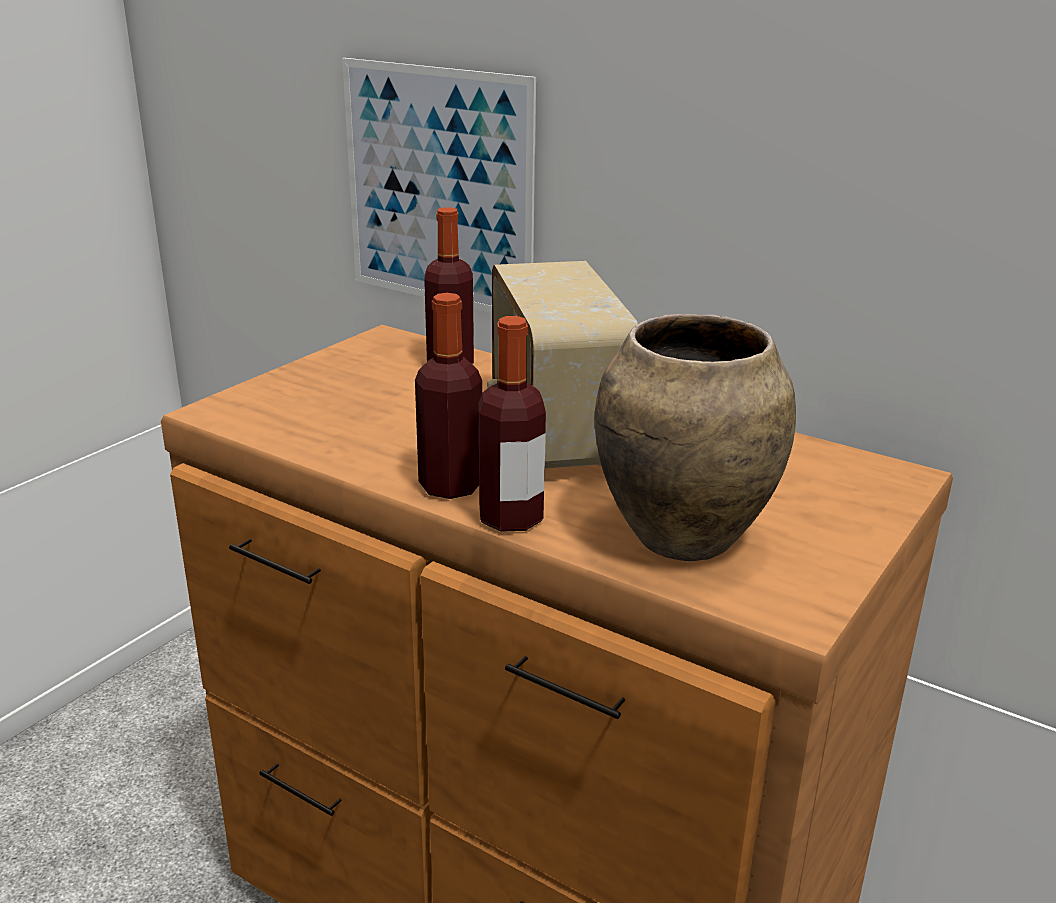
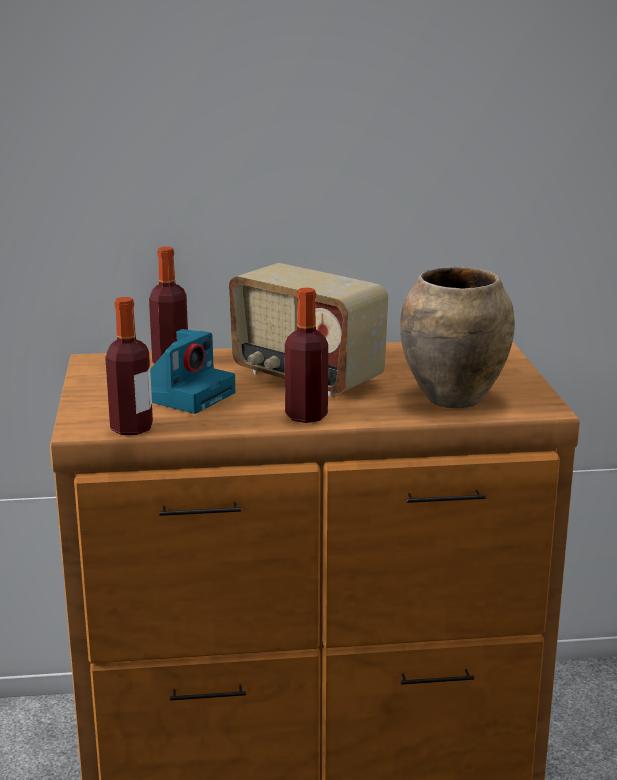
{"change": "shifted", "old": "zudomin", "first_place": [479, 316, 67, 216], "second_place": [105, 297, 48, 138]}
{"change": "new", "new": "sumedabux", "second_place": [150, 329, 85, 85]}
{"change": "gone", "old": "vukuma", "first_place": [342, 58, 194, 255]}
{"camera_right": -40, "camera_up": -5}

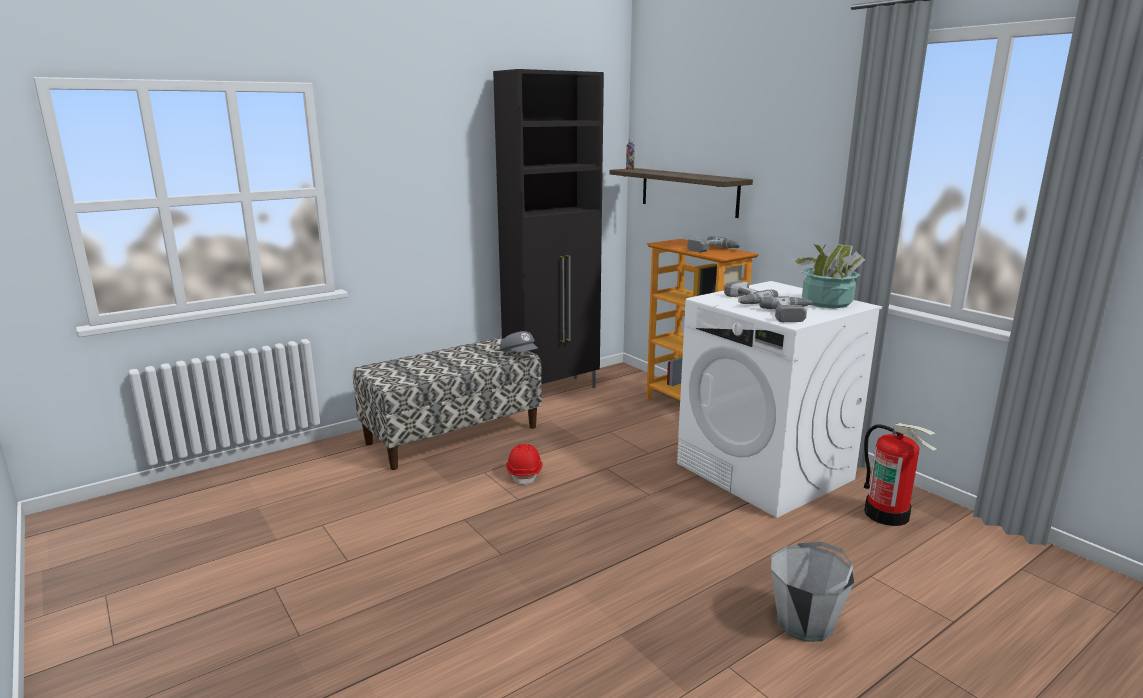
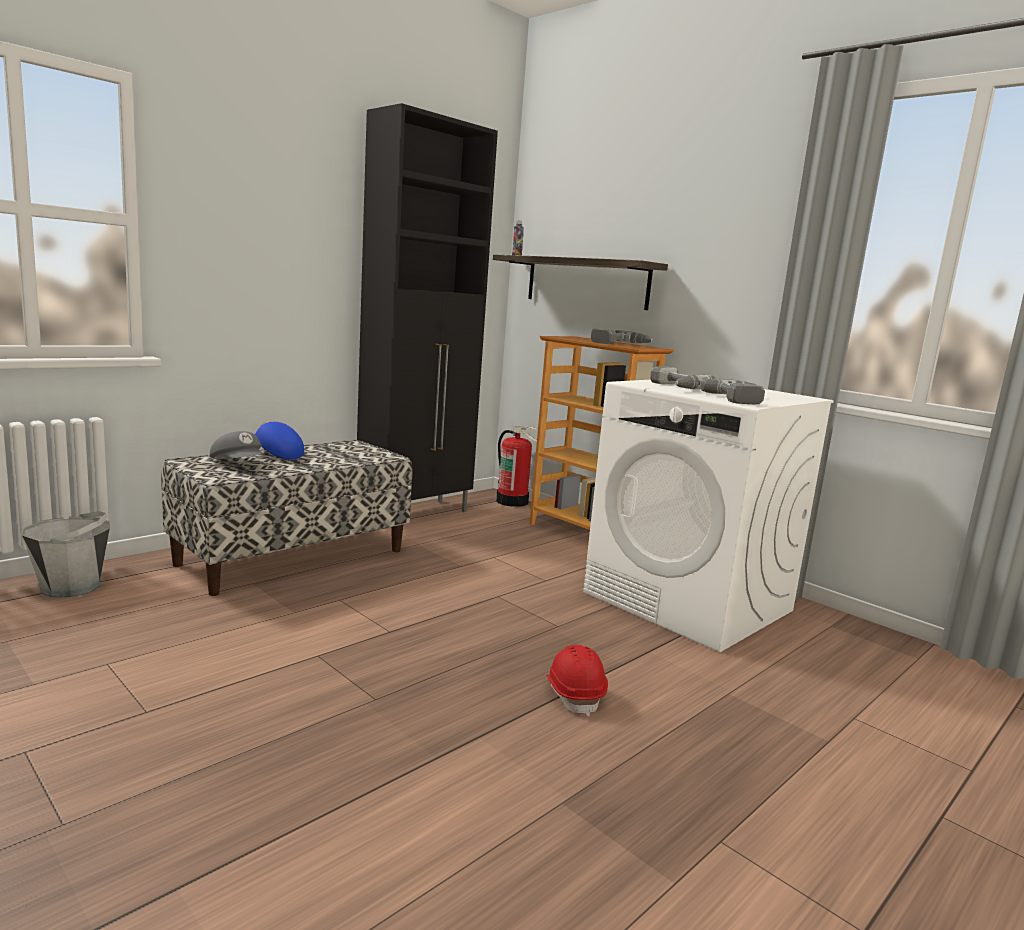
{"change": "shifted", "old": "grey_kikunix", "first_place": [771, 542, 83, 100], "second_place": [22, 511, 88, 86]}
{"change": "shifted", "old": "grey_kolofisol", "first_place": [500, 331, 38, 21], "second_place": [210, 431, 55, 28]}
{"change": "new", "new": "blue_kolofisol", "second_place": [255, 421, 49, 39]}
{"change": "shifted", "old": "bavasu", "first_place": [864, 423, 73, 103], "second_place": [496, 426, 41, 81]}
{"change": "shifted", "old": "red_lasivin", "first_place": [506, 444, 37, 42], "second_place": [546, 645, 62, 71]}
{"change": "gone", "old": "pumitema", "first_place": [791, 243, 74, 65]}
{"camera_right": -10, "camera_up": -5}

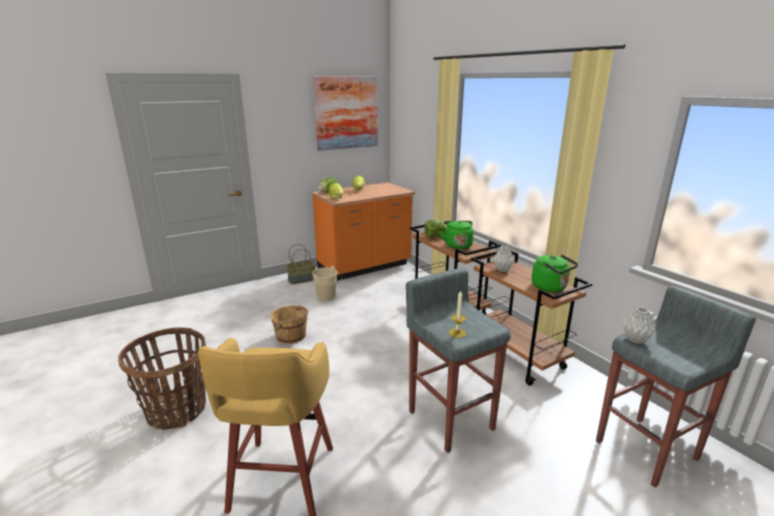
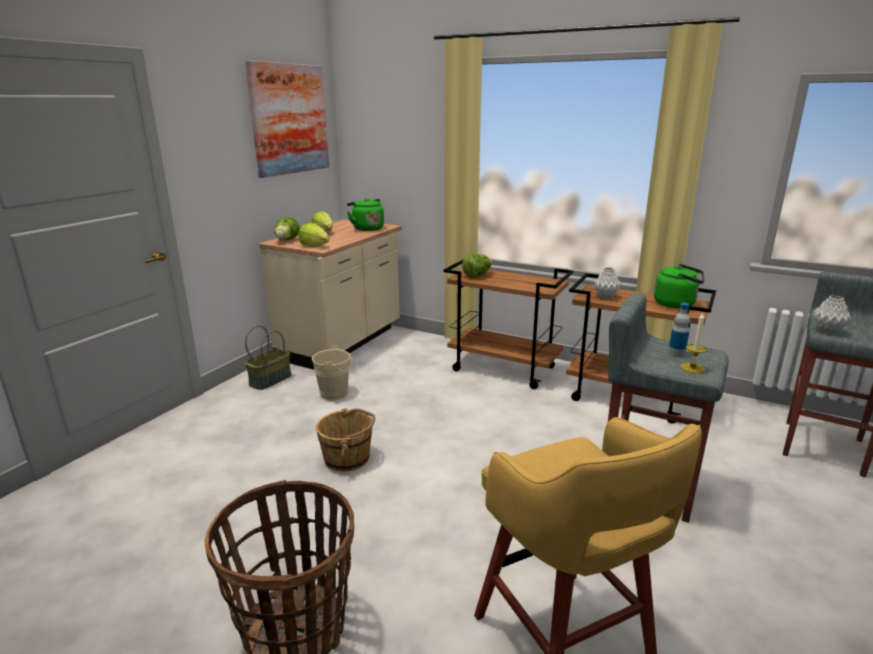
{"change": "repainted", "old": "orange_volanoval", "new": "beige_volanoval", "first_place": [312, 182, 103, 99], "second_place": [259, 219, 143, 151]}
{"change": "shifted", "old": "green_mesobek", "first_place": [440, 220, 34, 29], "second_place": [347, 198, 37, 33]}
{"change": "new", "new": "zudomin", "second_place": [668, 303, 22, 54]}
{"camera_right": -30, "camera_up": 0}

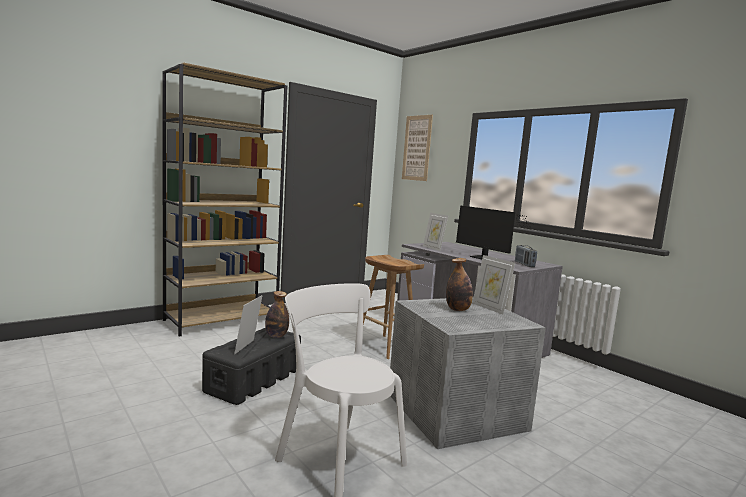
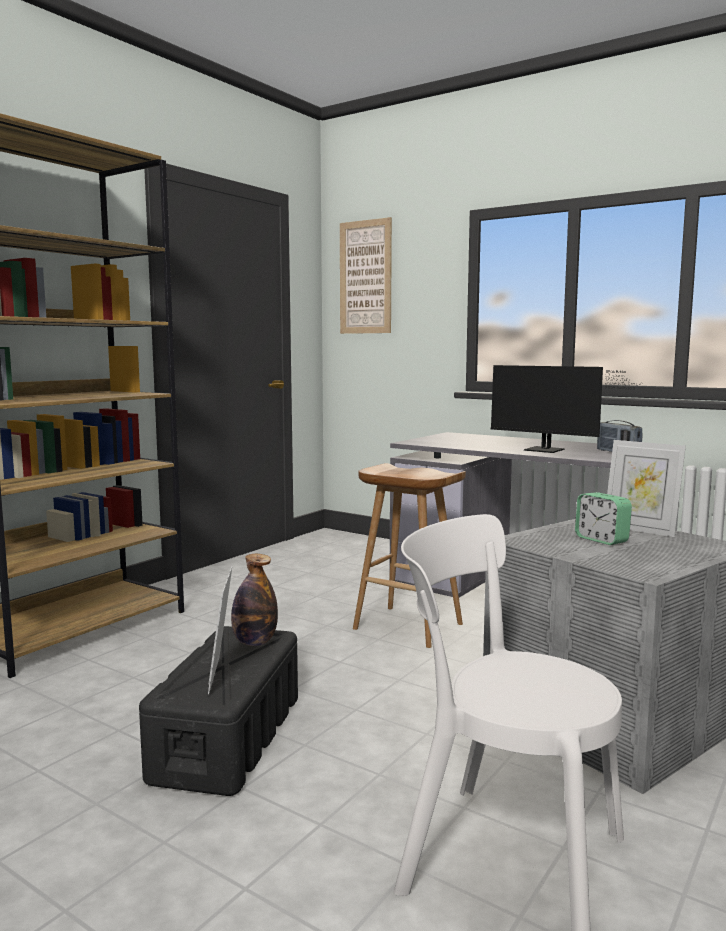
{"change": "swapped", "old": "zudomin", "new": "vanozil", "first_place": [446, 258, 27, 53], "second_place": [575, 492, 57, 53]}
{"change": "gone", "old": "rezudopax", "first_place": [423, 213, 25, 38]}
{"camera_right": -15, "camera_up": 0}

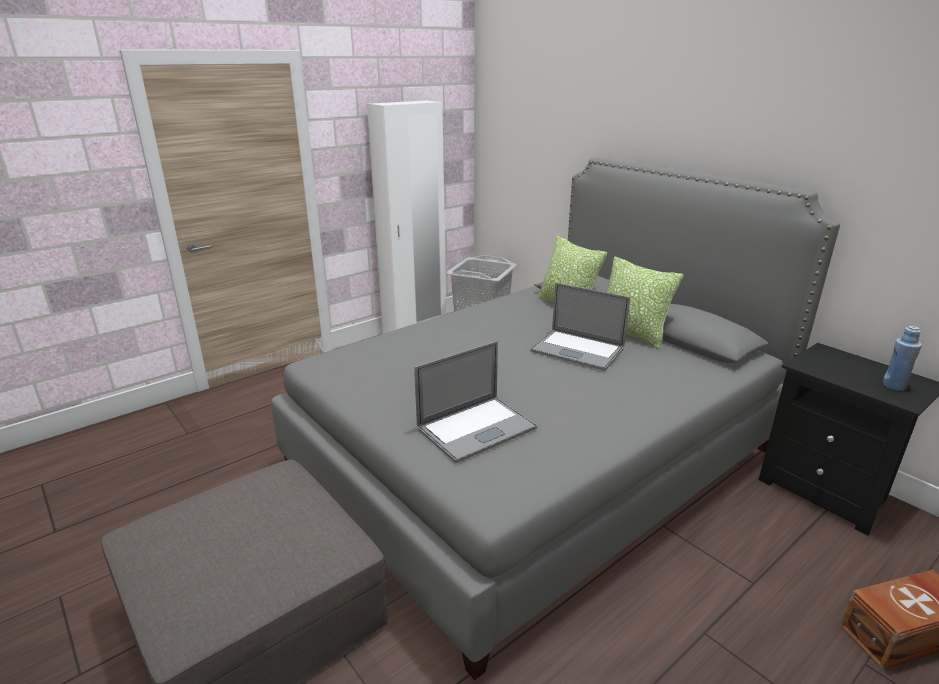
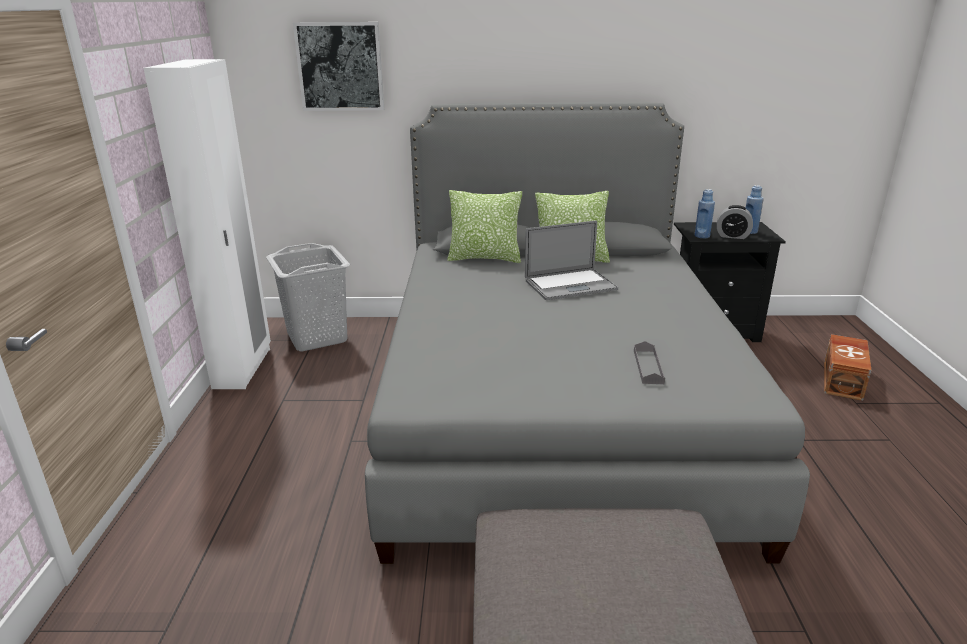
{"change": "new", "new": "vukuma", "second_place": [293, 22, 91, 89]}
{"change": "swapped", "old": "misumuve", "new": "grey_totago", "first_place": [414, 341, 123, 122], "second_place": [634, 341, 31, 43]}
{"change": "new", "new": "blue_zudomin", "second_place": [695, 189, 20, 49]}
{"change": "new", "new": "vanozil", "second_place": [717, 205, 36, 34]}
{"camera_right": -50, "camera_up": 0}

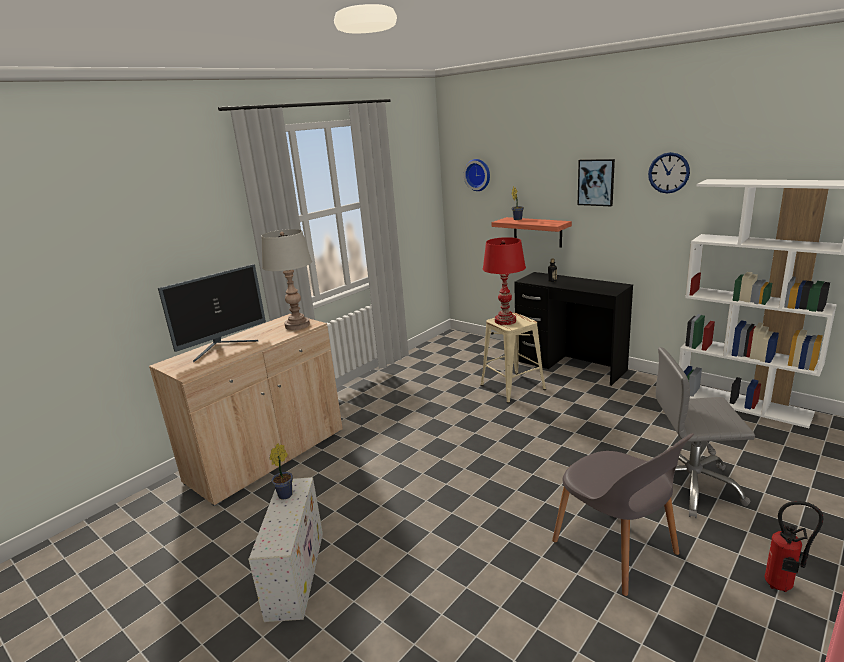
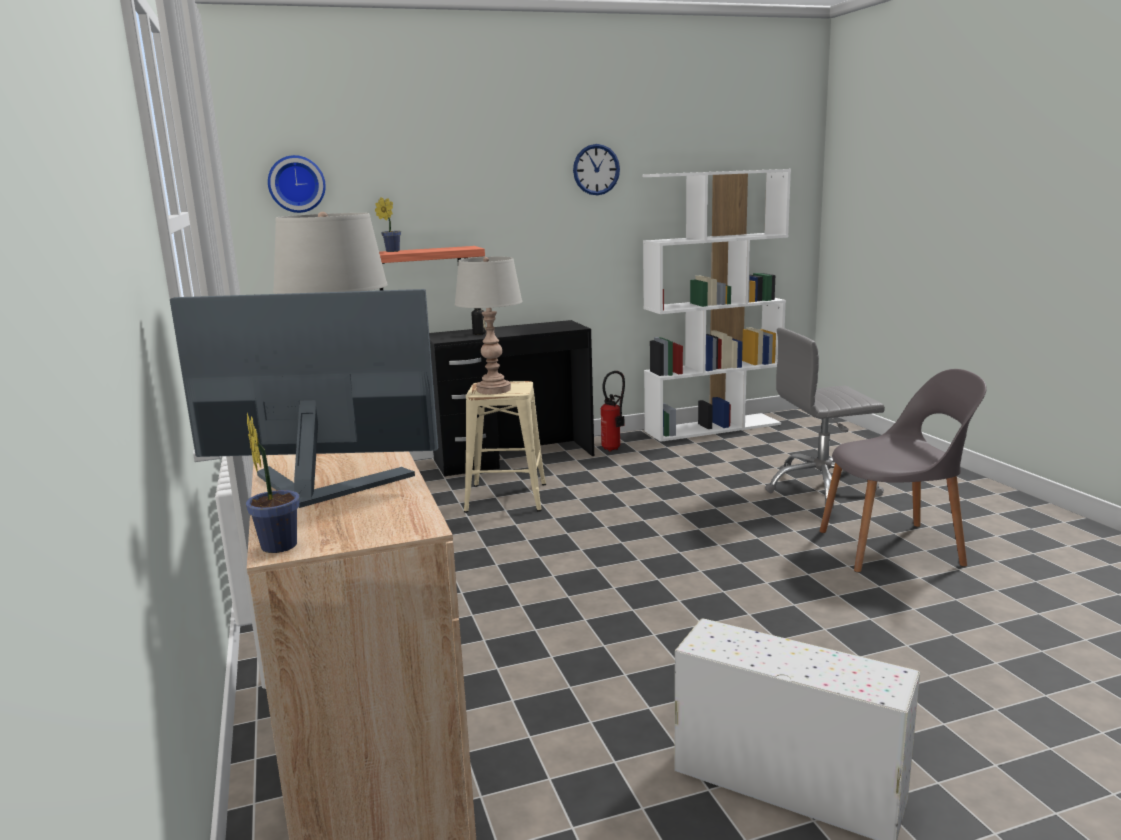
{"change": "rotated", "old": "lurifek", "first_place": [158, 264, 108, 98], "second_place": [170, 289, 268, 219], "degrees": -75}
{"change": "shifted", "old": "pumitema", "first_place": [269, 443, 24, 56], "second_place": [246, 413, 54, 140]}
{"change": "repainted", "old": "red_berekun", "new": "grey_berekun", "first_place": [483, 237, 43, 88], "second_place": [455, 257, 67, 137]}
{"change": "shifted", "old": "bavasu", "first_place": [765, 501, 58, 91], "second_place": [601, 371, 24, 81]}
{"change": "rotated", "old": "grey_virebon", "first_place": [656, 347, 99, 171], "second_place": [765, 328, 120, 180], "degrees": 45}
{"change": "gone", "old": "vukuma", "first_place": [578, 159, 37, 47]}
{"camera_right": -60, "camera_up": -5}

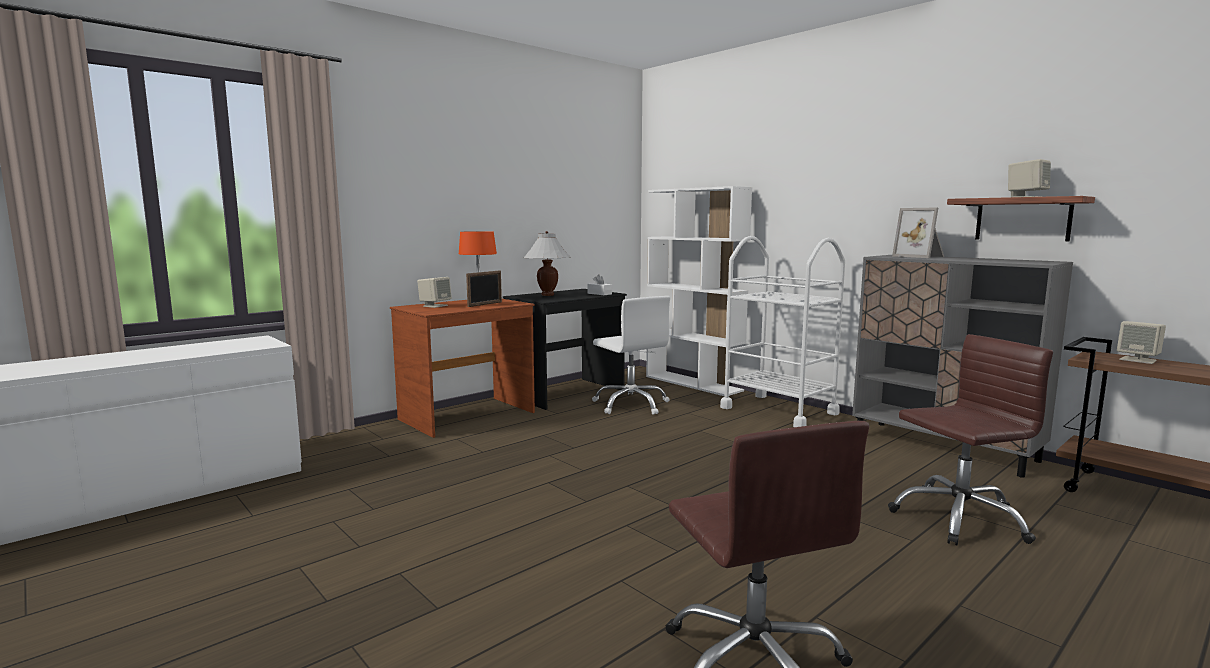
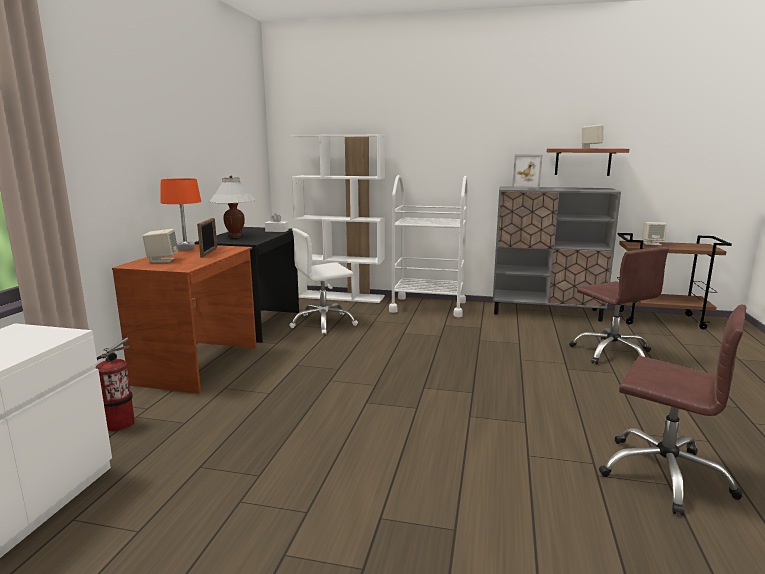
{"change": "new", "new": "bavasu", "second_place": [95, 338, 40, 94]}
{"change": "rotated", "old": "white_virebon", "first_place": [592, 296, 78, 119], "second_place": [289, 228, 69, 107], "degrees": 135}
{"change": "rotated", "old": "brown_virebon", "first_place": [888, 334, 165, 212], "second_place": [570, 247, 99, 118], "degrees": 120}
{"camera_right": -35, "camera_up": 5}

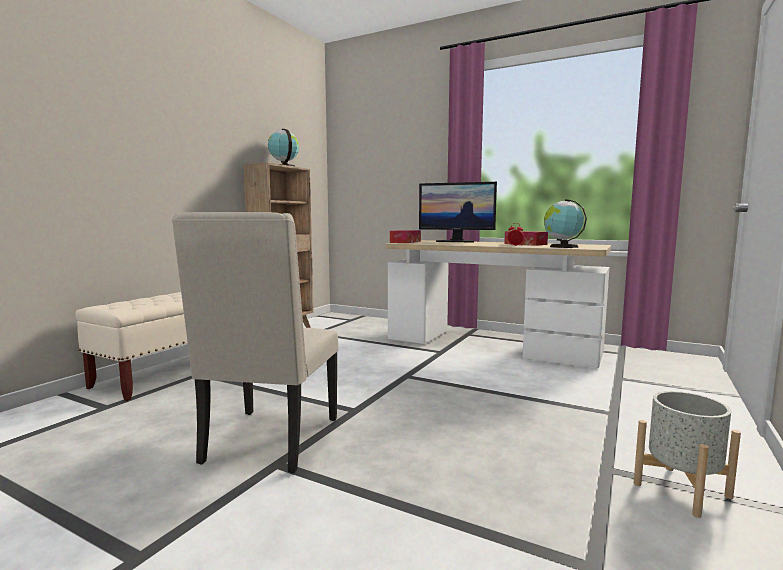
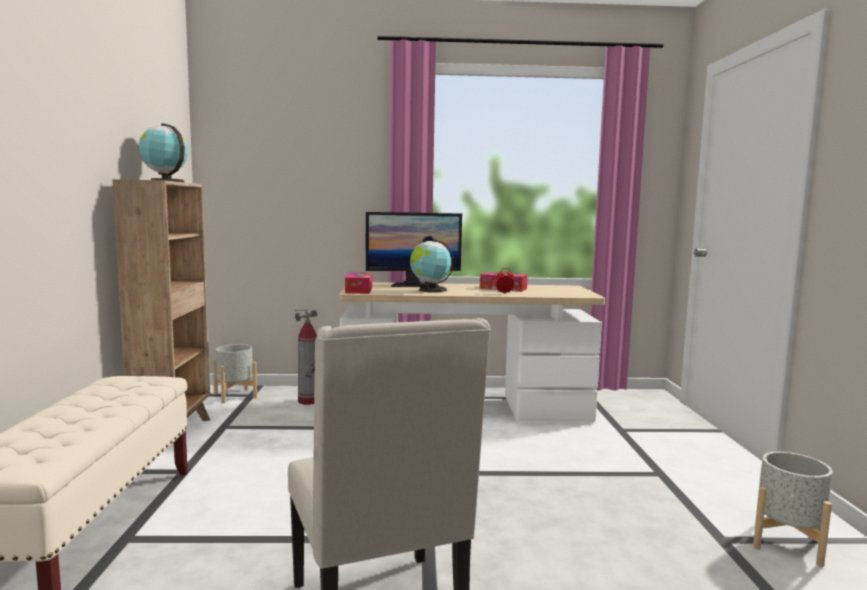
{"change": "new", "new": "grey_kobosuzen", "second_place": [213, 344, 44, 60]}
{"change": "new", "new": "bavasu", "second_place": [295, 309, 23, 96]}
{"change": "shifted", "old": "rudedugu", "first_place": [544, 199, 43, 49], "second_place": [410, 239, 44, 53]}
{"camera_right": -30, "camera_up": 0}

